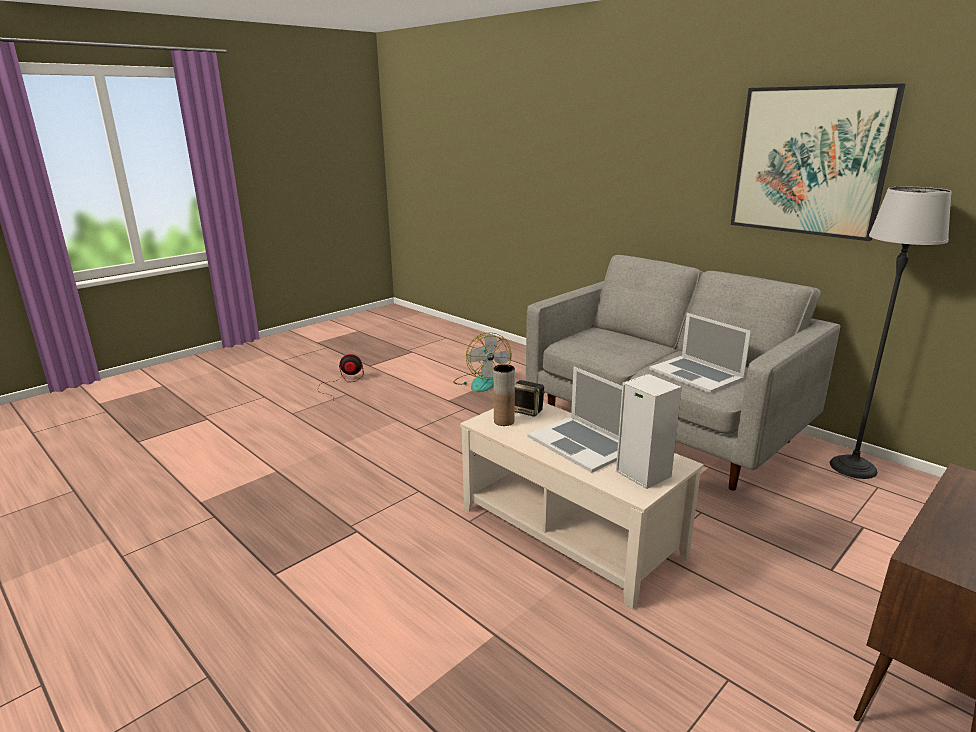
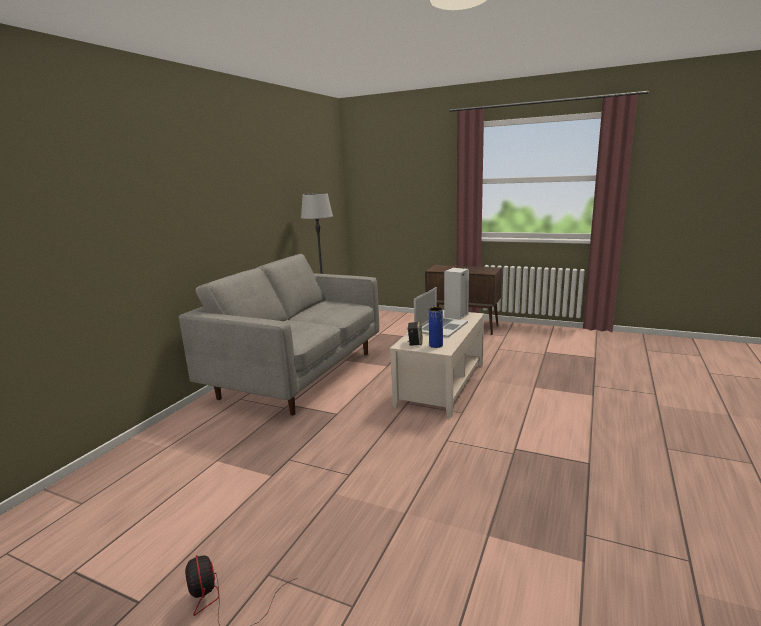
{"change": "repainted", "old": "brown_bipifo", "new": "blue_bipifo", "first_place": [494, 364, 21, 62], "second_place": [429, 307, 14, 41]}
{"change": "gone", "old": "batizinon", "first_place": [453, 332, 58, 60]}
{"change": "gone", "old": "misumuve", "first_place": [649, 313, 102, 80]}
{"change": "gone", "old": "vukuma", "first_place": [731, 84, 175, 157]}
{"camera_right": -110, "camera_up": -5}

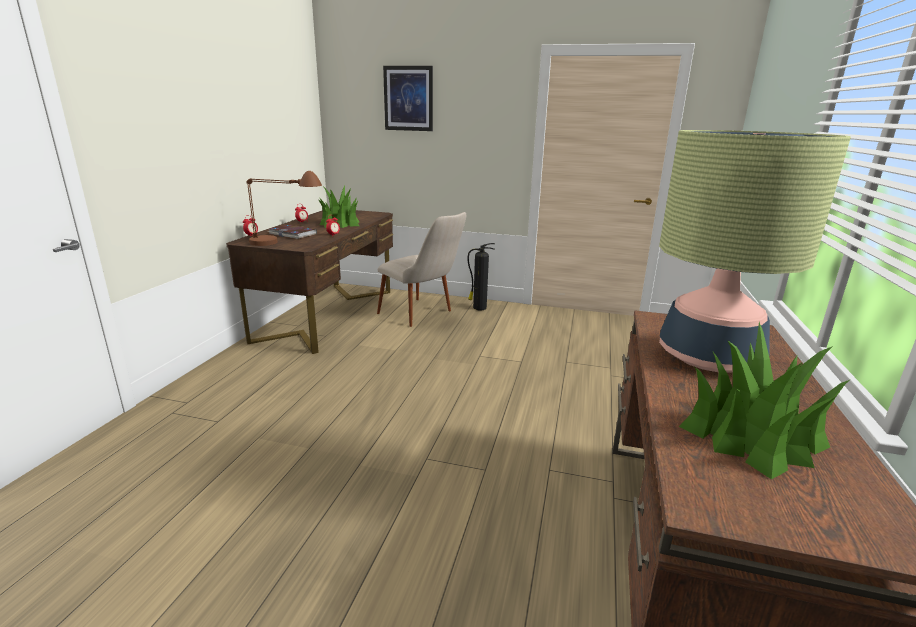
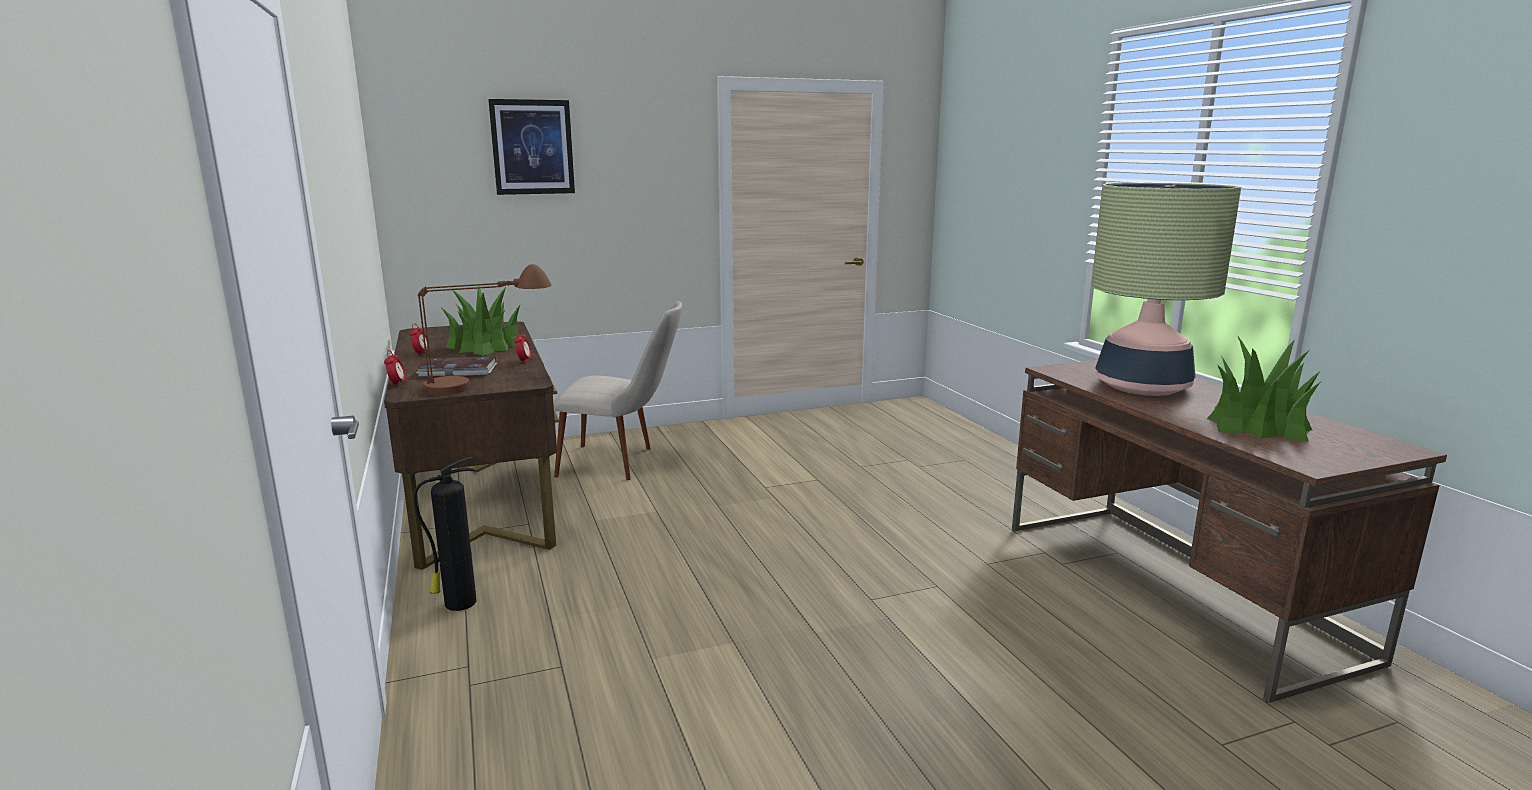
{"change": "shifted", "old": "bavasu", "first_place": [468, 243, 27, 68], "second_place": [413, 457, 63, 154]}
{"camera_right": -35, "camera_up": -5}

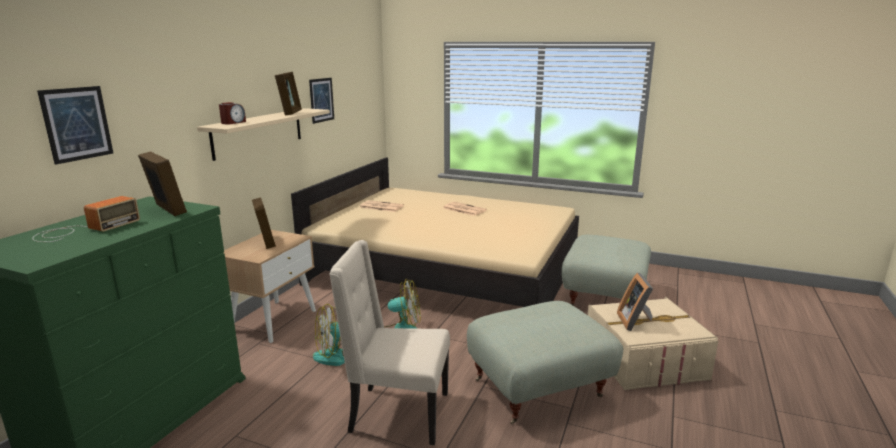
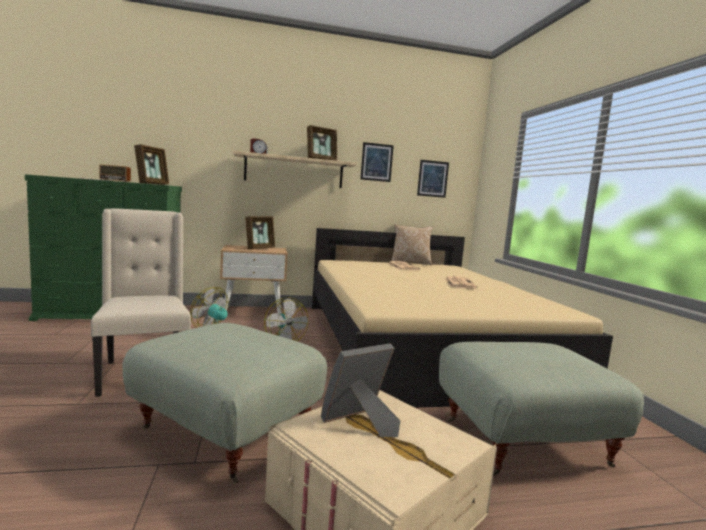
{"change": "new", "new": "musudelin", "second_place": [391, 224, 42, 41]}
{"change": "shifted", "old": "vukuma", "first_place": [37, 86, 76, 79], "second_place": [417, 160, 32, 38]}
{"camera_right": 55, "camera_up": -10}

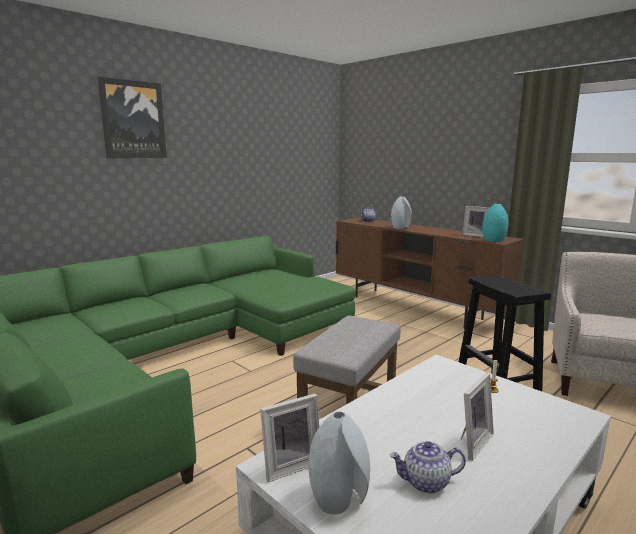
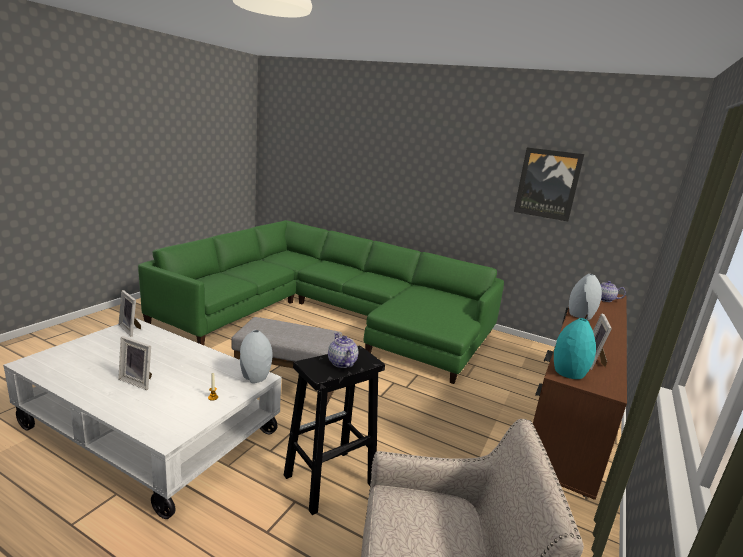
{"change": "shifted", "old": "grey_bipifo", "first_place": [308, 411, 62, 104], "second_place": [240, 330, 33, 53]}
{"change": "shifted", "old": "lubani", "first_place": [390, 441, 76, 53], "second_place": [328, 332, 30, 36]}
{"change": "shifted", "old": "vukuma", "first_place": [98, 77, 69, 81], "second_place": [514, 147, 71, 74]}
{"camera_right": 70, "camera_up": 5}

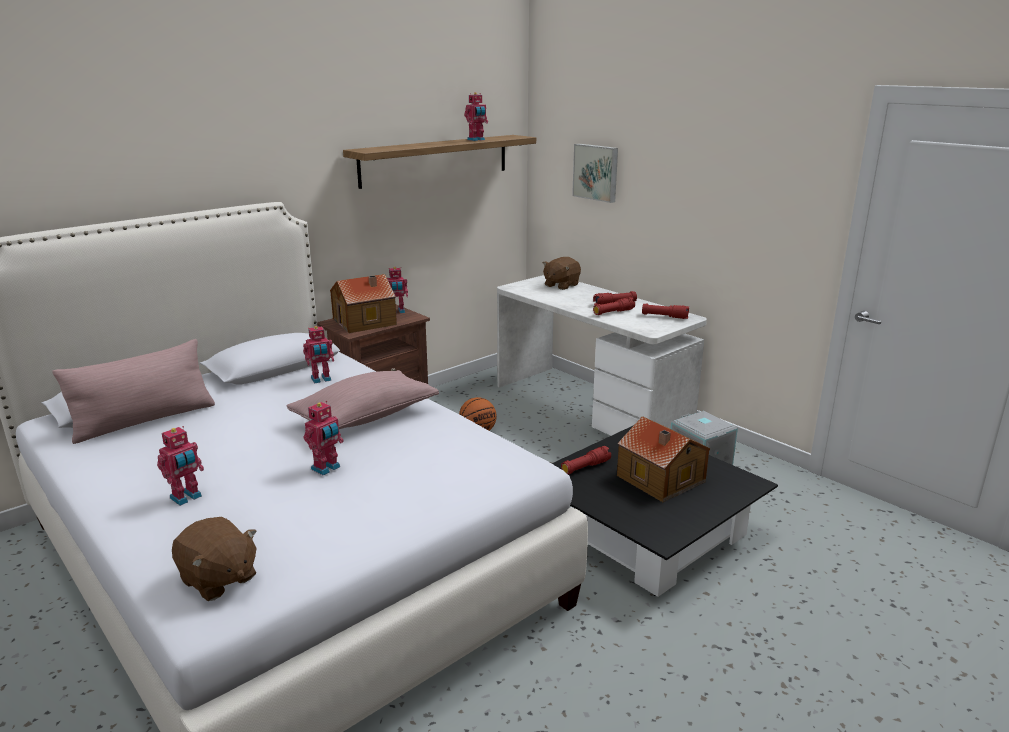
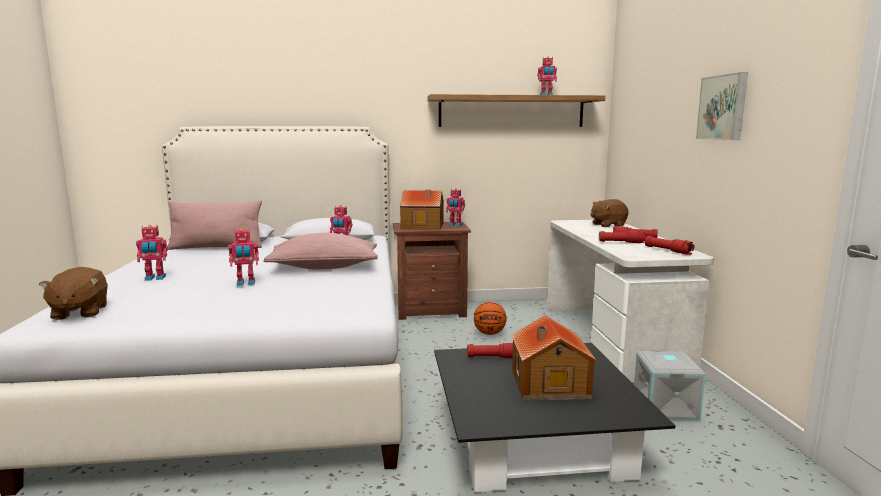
{"change": "shifted", "old": "vukuma", "first_place": [572, 143, 46, 60], "second_place": [696, 72, 52, 68]}
{"camera_right": 35, "camera_up": -10}

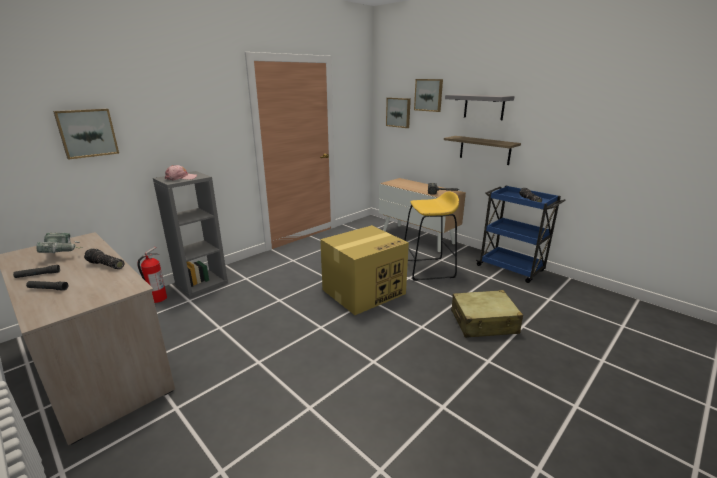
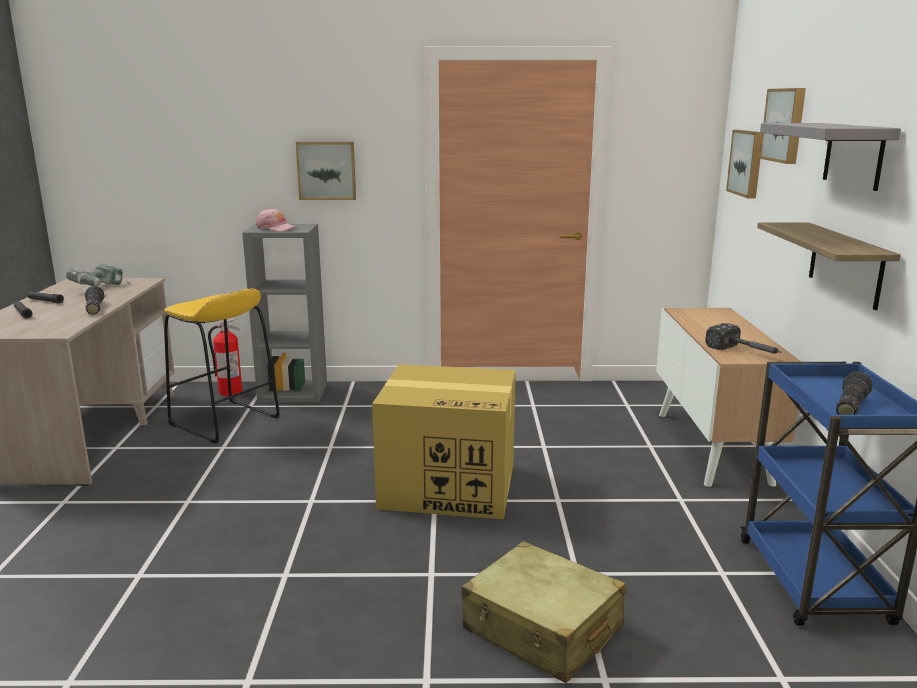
{"change": "shifted", "old": "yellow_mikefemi", "first_place": [404, 191, 55, 90], "second_place": [164, 289, 116, 155]}
{"change": "shifted", "old": "vukuma", "first_place": [53, 108, 66, 52], "second_place": [296, 142, 60, 58]}
{"camera_right": 45, "camera_up": -5}

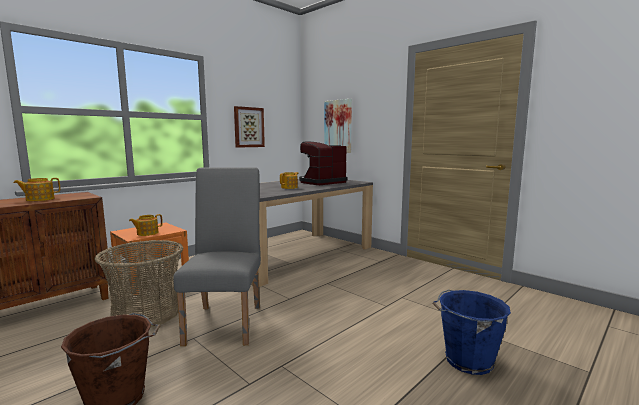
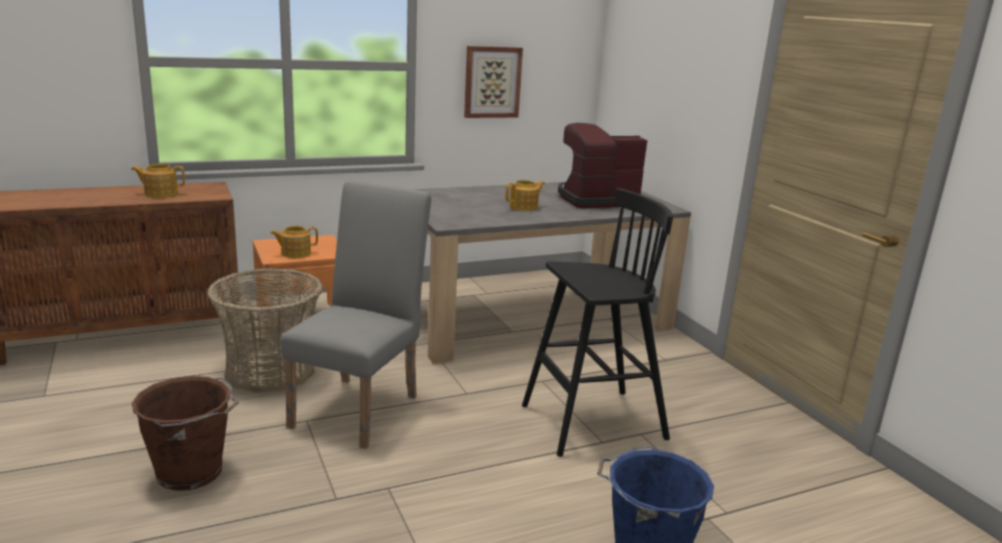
{"change": "new", "new": "black_mikefemi", "second_place": [522, 188, 151, 269]}
{"change": "gone", "old": "vukuma", "first_place": [324, 99, 28, 54]}
{"camera_right": 20, "camera_up": 10}

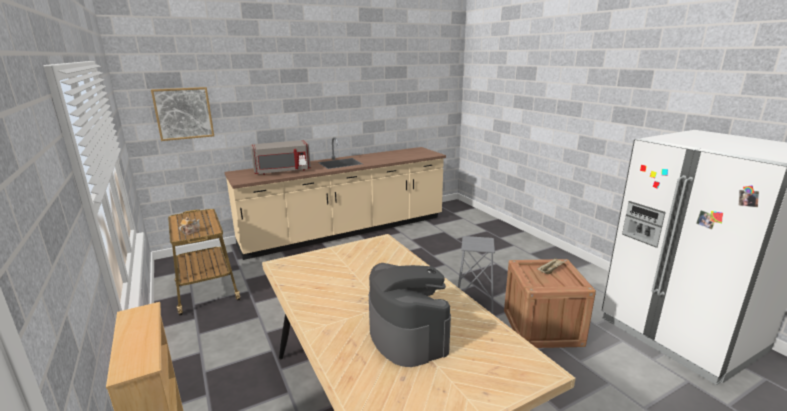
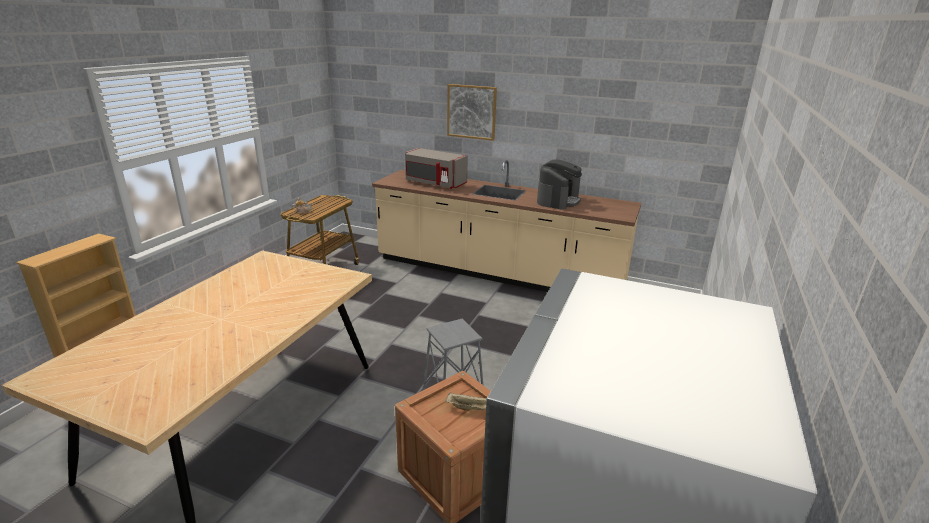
{"change": "shifted", "old": "vukuma", "first_place": [151, 87, 63, 54], "second_place": [447, 84, 50, 57]}
{"change": "shifted", "old": "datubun", "first_place": [369, 263, 82, 104], "second_place": [537, 159, 45, 51]}
{"camera_right": 50, "camera_up": 5}

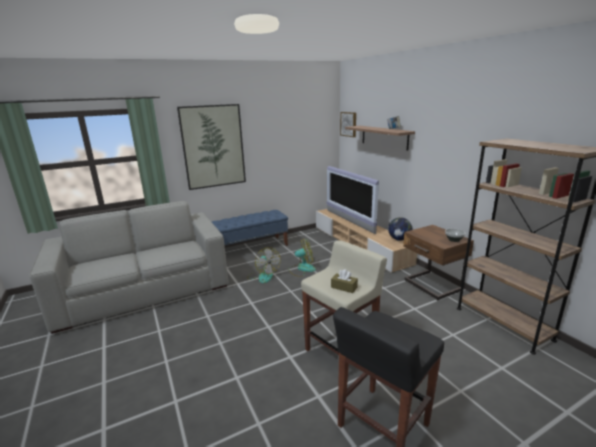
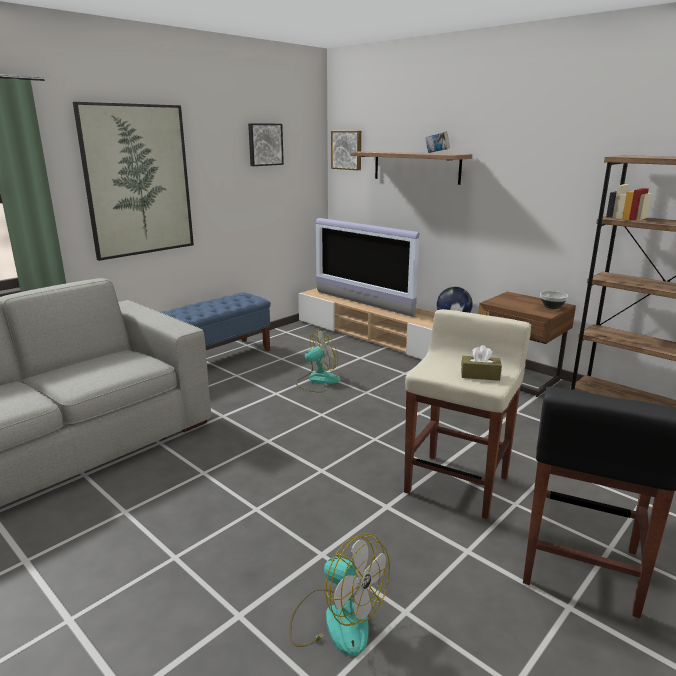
{"change": "new", "new": "vukuma", "second_place": [248, 123, 36, 43]}
{"change": "shifted", "old": "batizinon", "first_place": [247, 247, 33, 36], "second_place": [289, 533, 101, 123]}
{"camera_right": -20, "camera_up": 0}

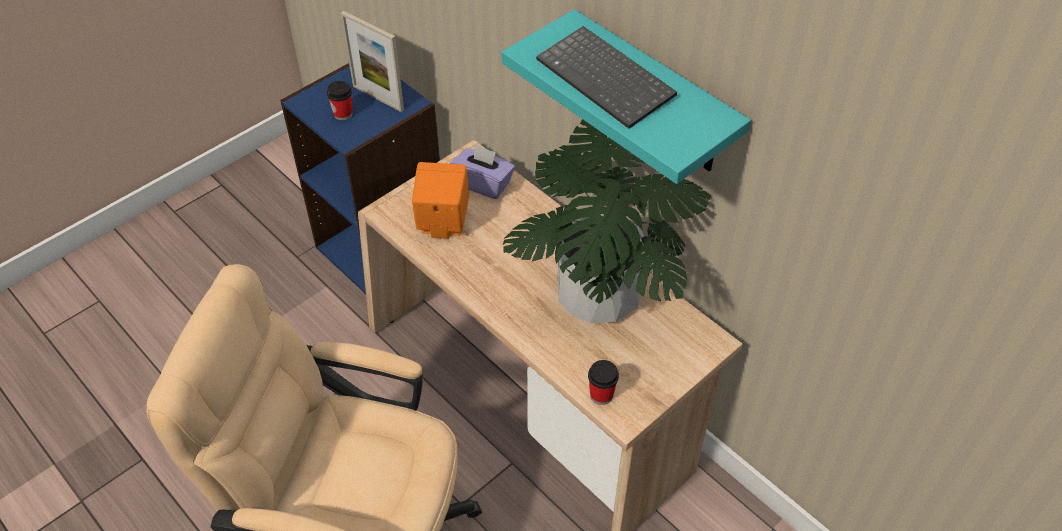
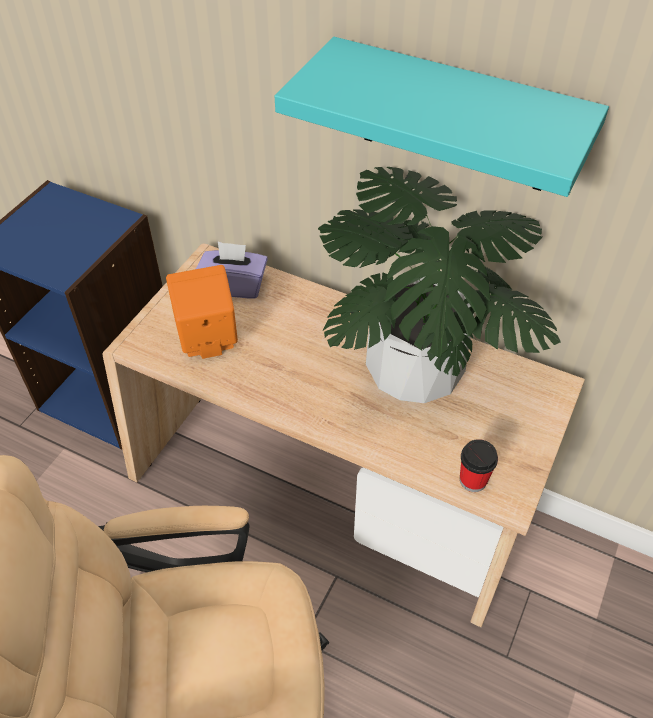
{"change": "gone", "old": "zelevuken", "first_place": [327, 81, 26, 40]}
{"change": "gone", "old": "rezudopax", "first_place": [341, 11, 63, 101]}
{"change": "gone", "old": "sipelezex", "first_place": [536, 26, 141, 103]}
{"camera_right": -20, "camera_up": 0}

